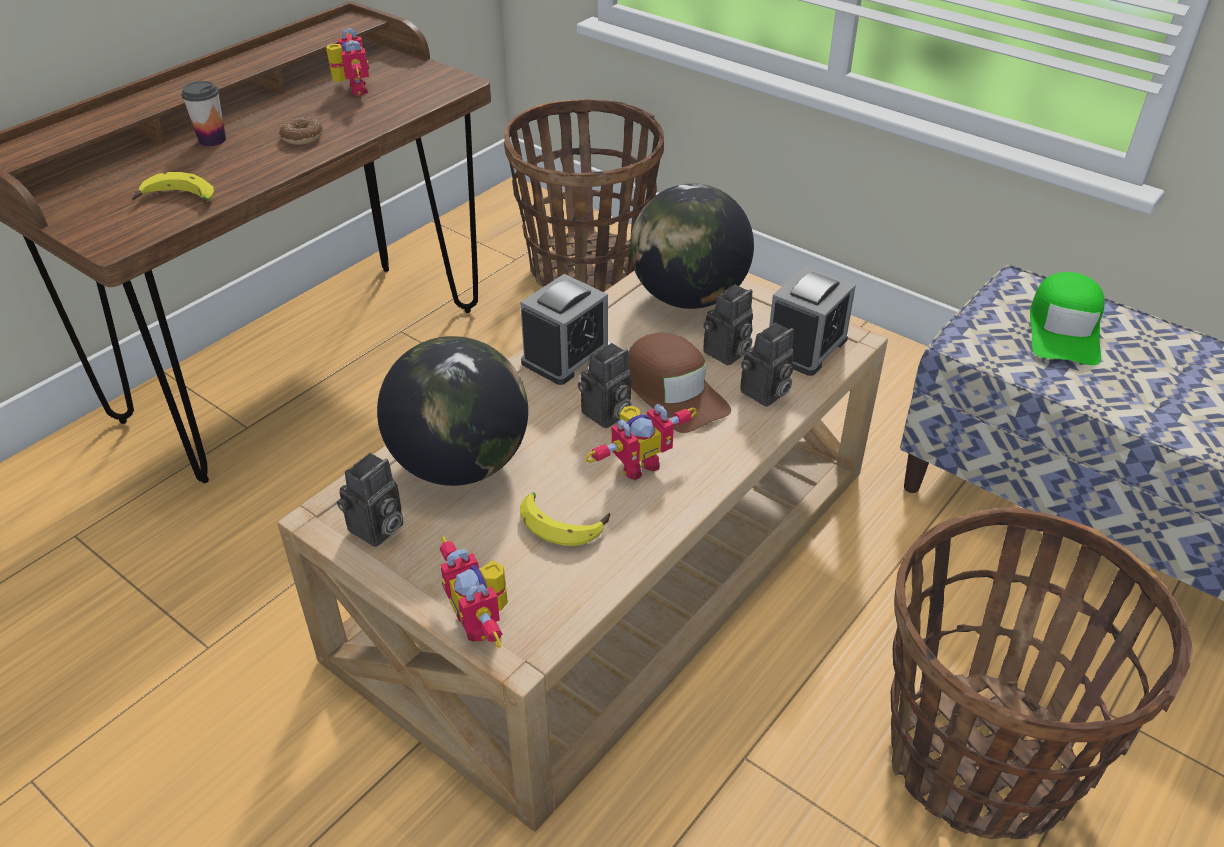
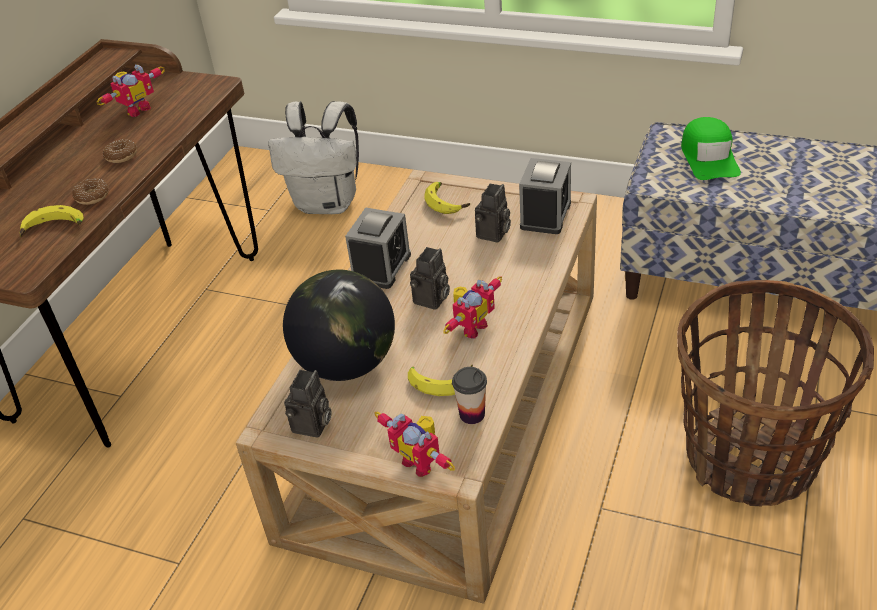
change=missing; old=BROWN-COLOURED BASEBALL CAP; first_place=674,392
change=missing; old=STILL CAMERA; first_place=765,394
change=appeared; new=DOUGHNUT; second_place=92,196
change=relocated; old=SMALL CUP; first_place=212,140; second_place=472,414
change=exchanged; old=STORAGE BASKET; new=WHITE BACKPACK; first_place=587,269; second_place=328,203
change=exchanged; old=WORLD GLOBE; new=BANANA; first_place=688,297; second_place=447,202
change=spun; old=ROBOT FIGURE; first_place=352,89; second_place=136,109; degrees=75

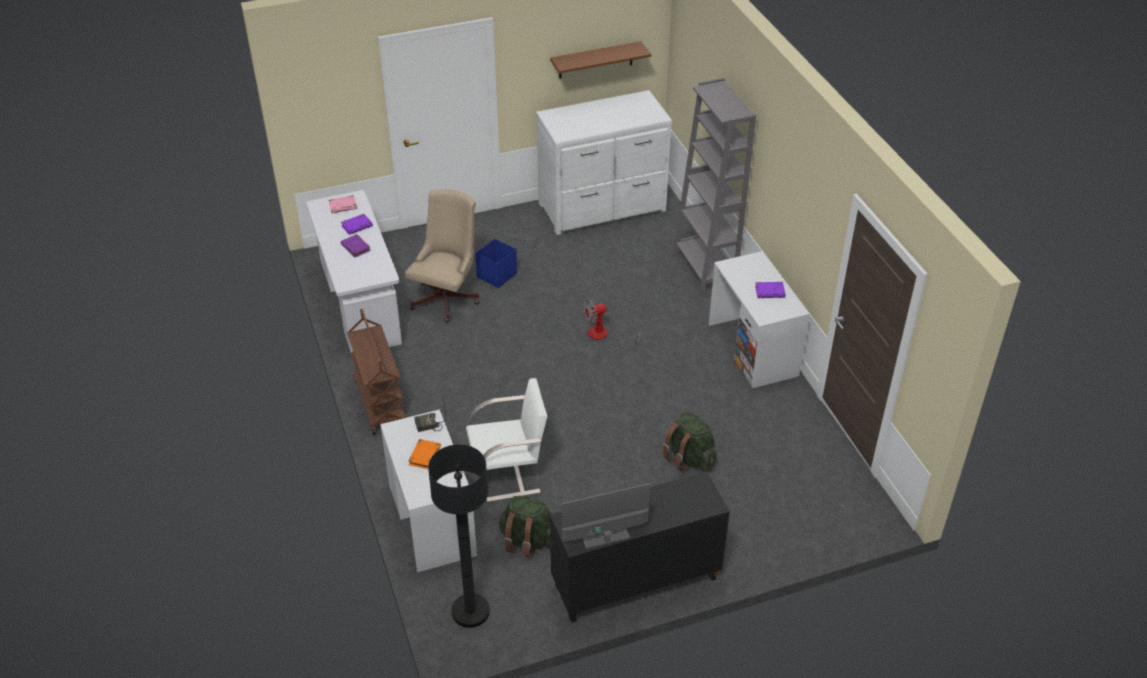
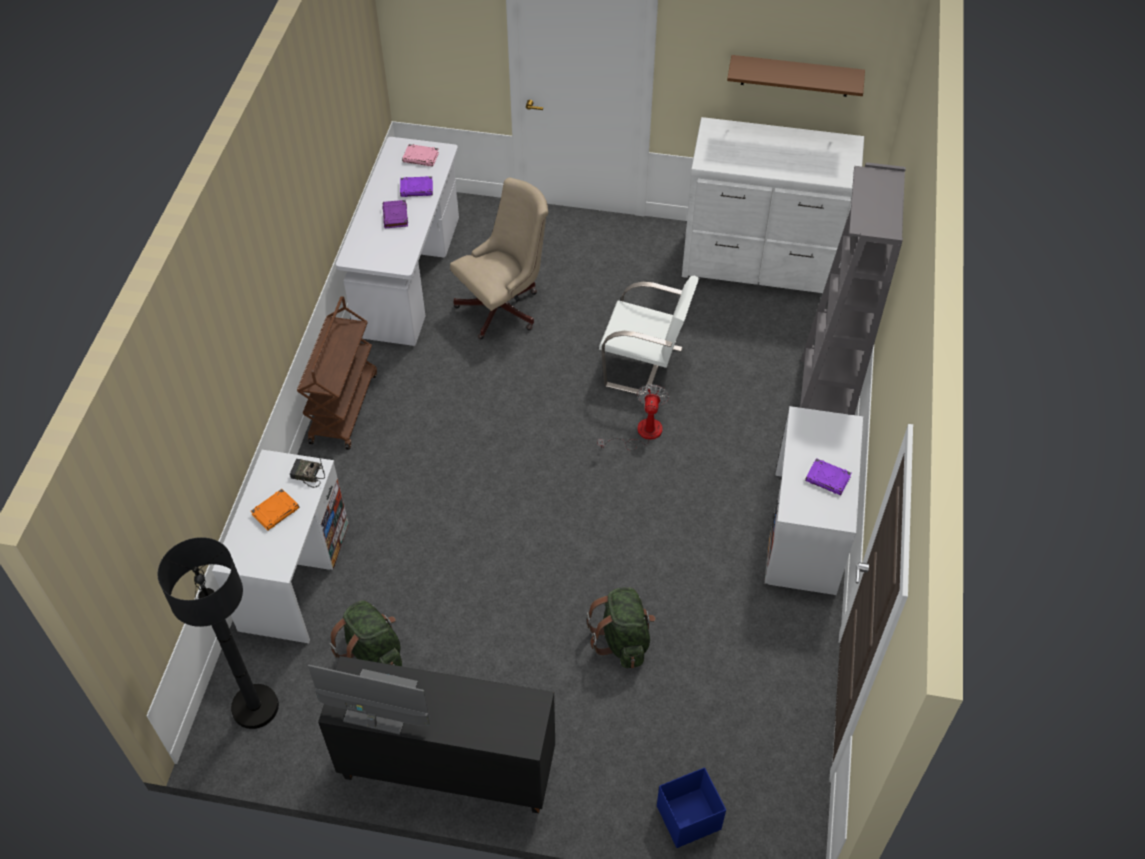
change=relocated; old=WHITE UPRIGHT CHAIR; first_place=508,473; second_place=645,367
change=relocated; old=BLUE-COLOURED STORAGE BIN; first_place=496,275; second_place=687,818
change=spun; old=FAN; first_place=604,336; second_place=641,433; degrees=90

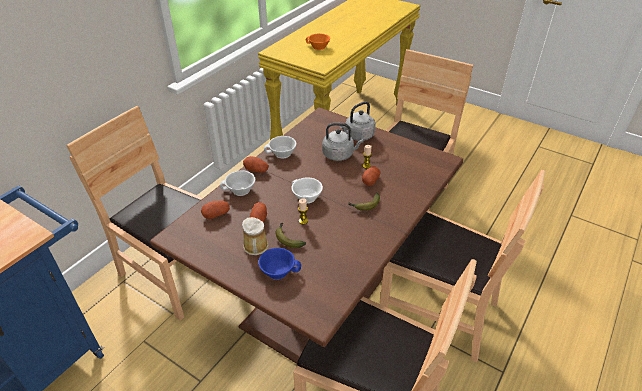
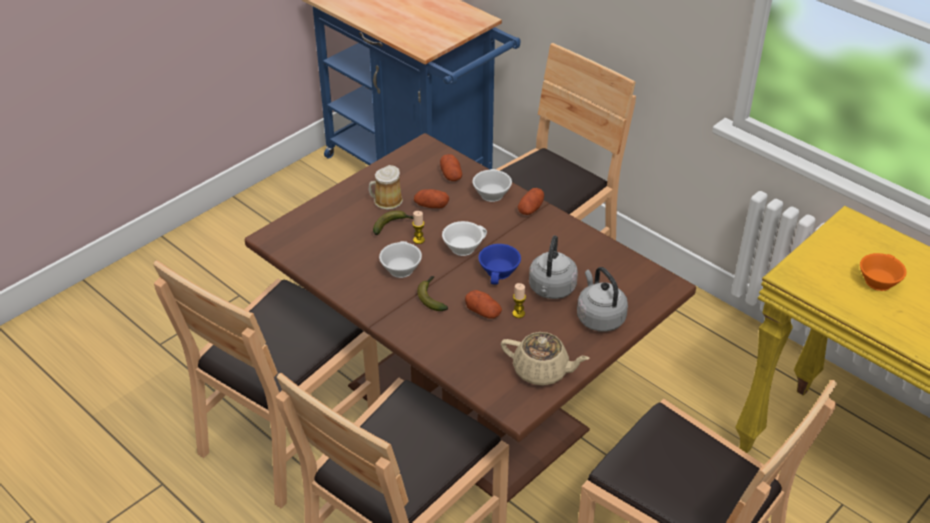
change=appeared; new=BEIGE POT FOR TEA; second_place=542,371
change=relocated; old=BLUE-COLOURED SMALL CUP; first_place=279,270; second_place=500,272
change=relocated; old=WHITE SMALL CUP; first_place=282,154; second_place=399,268

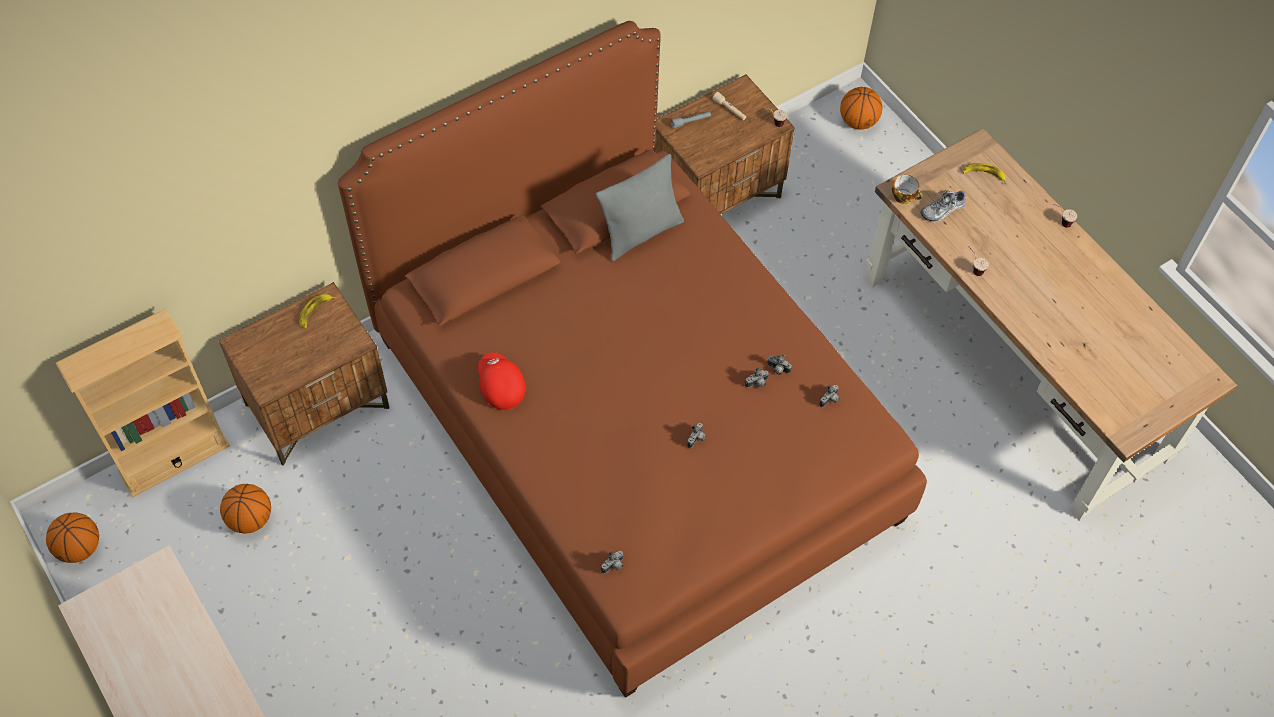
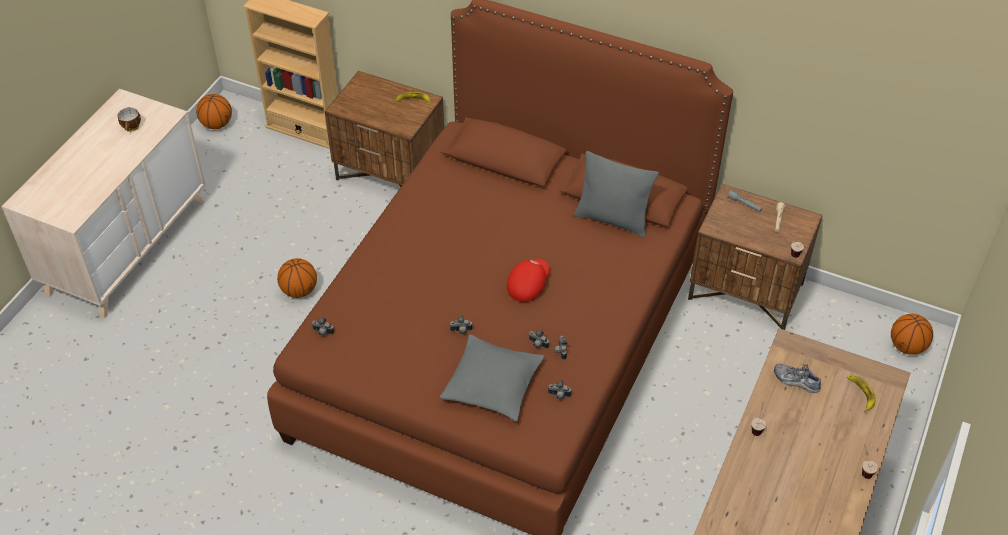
change=appeared; new=GREY CUSHION; second_place=492,384
change=relocated; old=BASKETBALL BALL; first_place=250,519; second_place=299,290
change=relocated; old=REDDISH BASEBALL CAP; first_place=500,386; second_place=528,285
change=relocated; old=SMALL CUP; first_place=904,197; second_place=132,127

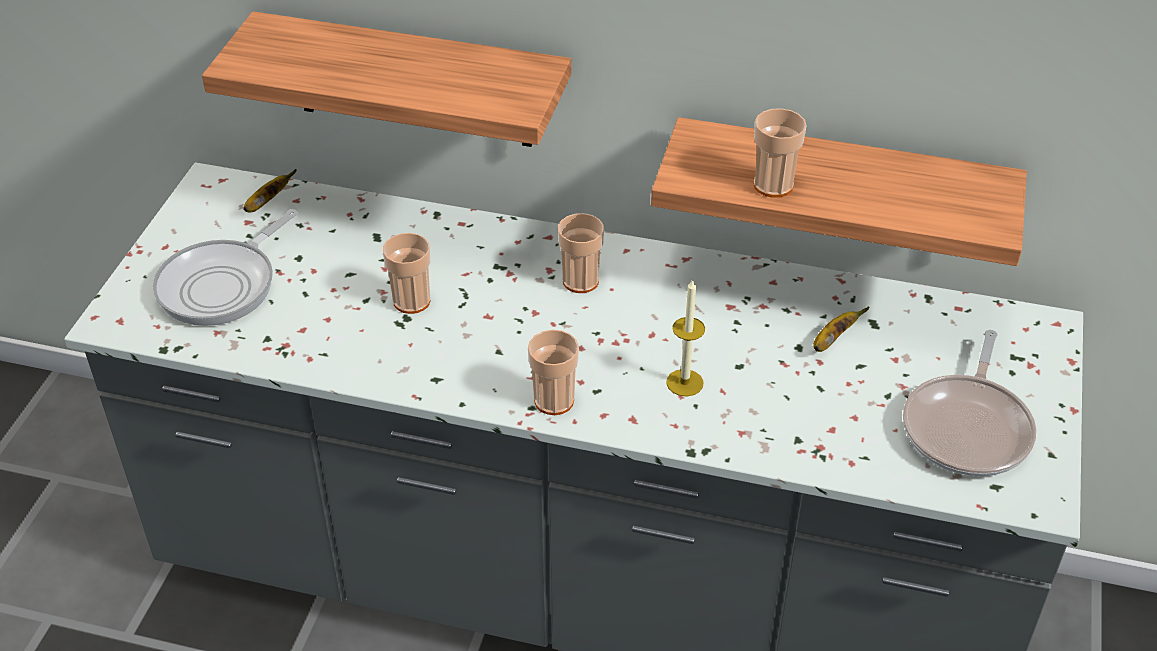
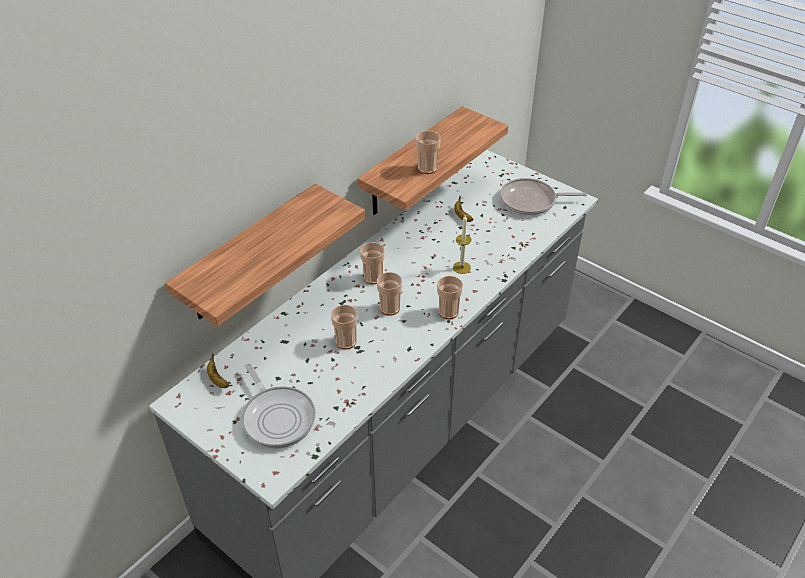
change=appeared; new=SMALL CUP; second_place=389,308
change=spun; old=FRYING PAN; first_place=968,427; second_place=531,201; degrees=135

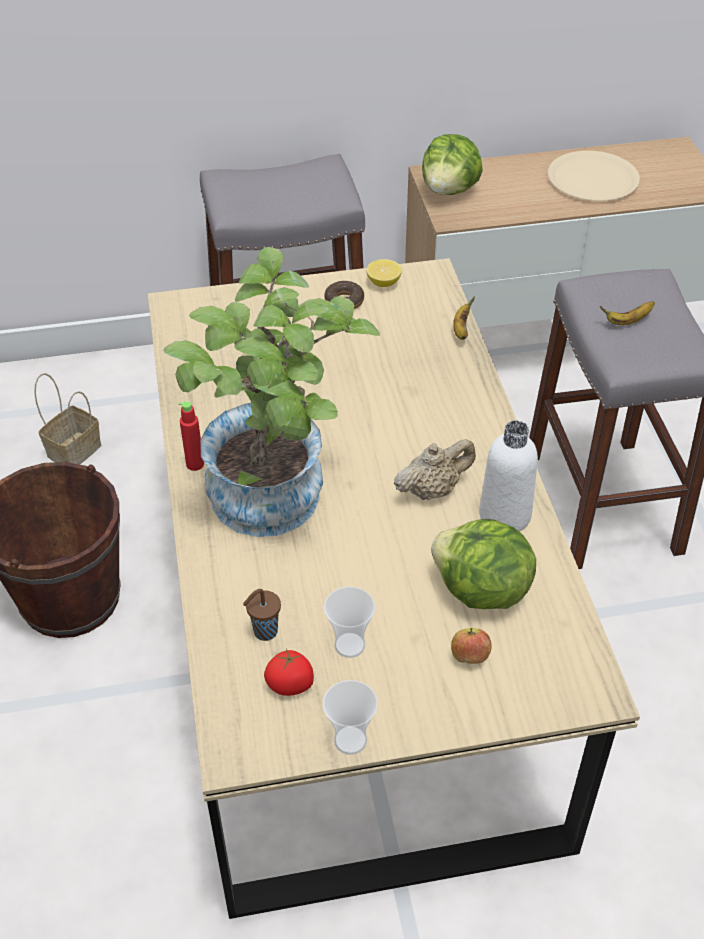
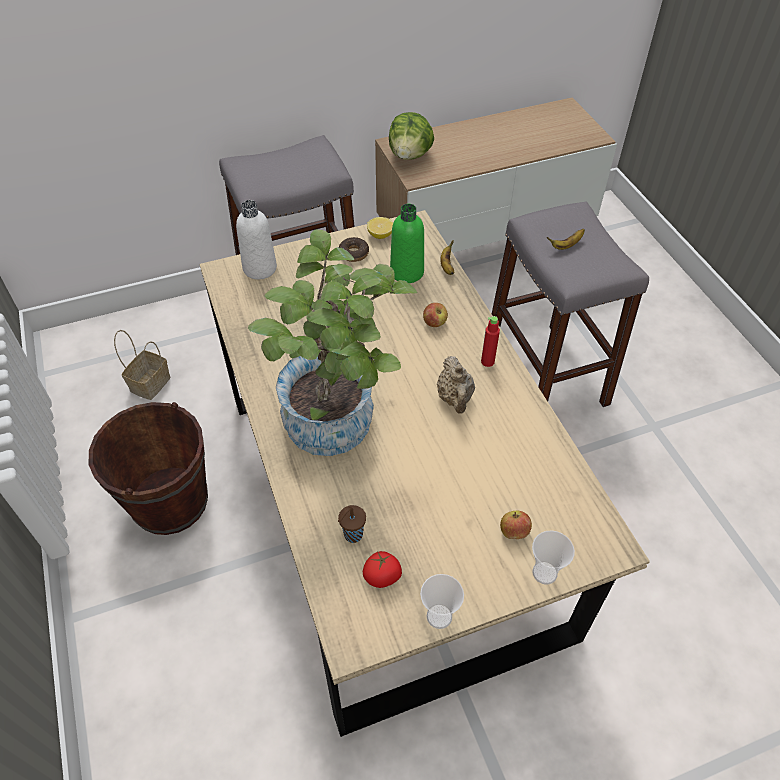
change=missing; old=LETTUCE HEAD; first_place=480,591
change=missing; old=BEIGE FLAT DISH; first_place=593,178
change=appeared; new=GREEN-COLOURED BEVERAGE BOTTLE; second_place=407,272
change=appeared; new=APPLE; second_place=434,323
change=relocated; old=REDDISH BEVERAGE BOTTLE; first_place=195,464; second_place=487,361
change=relocated; old=SMALL CUP; first_place=349,645; second_place=544,573
change=relocated; old=WHITE BEVERAGE BOTTLE; first_place=504,515; second_place=260,268
change=spun; old=BEIGE POT FOR TEA; first_place=433,490; second_place=455,398; degrees=120

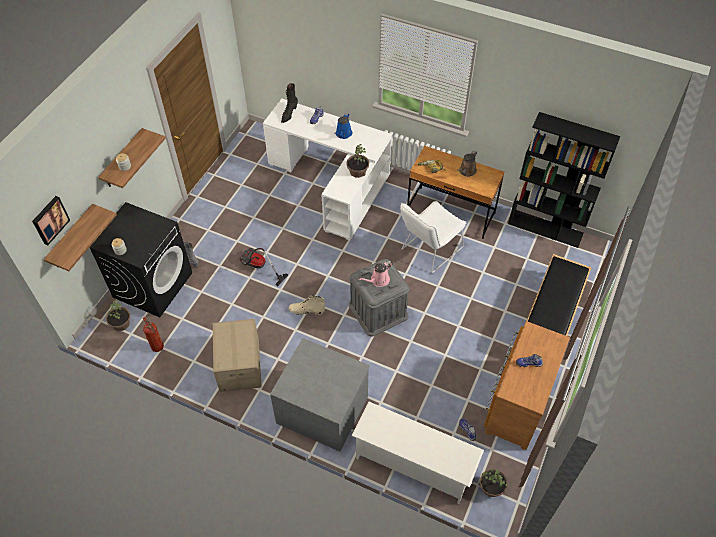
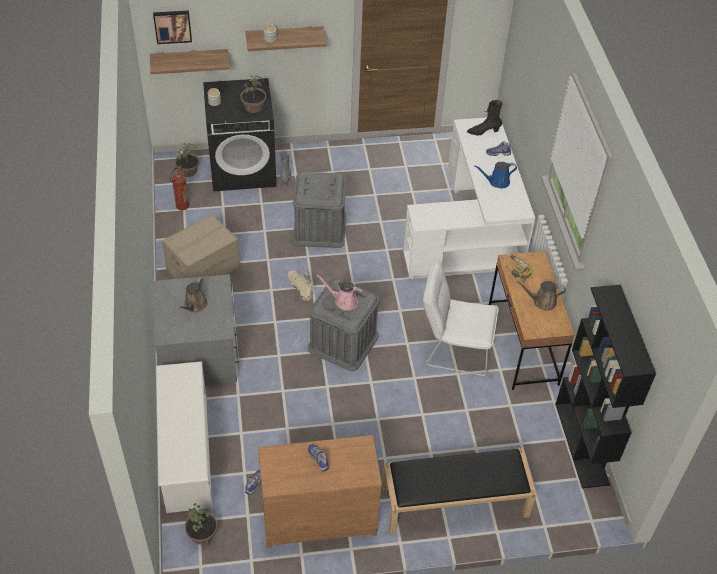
change=appeared; new=BROWN-COLOURED WATERING CAN; second_place=194,305
change=relocated; old=HOUSEPLANT; first_place=357,171; second_place=253,107
change=exchanged; old=VACUUM CLEANER; new=GREY STORAGE BIN; first_place=258,268; second_place=319,228

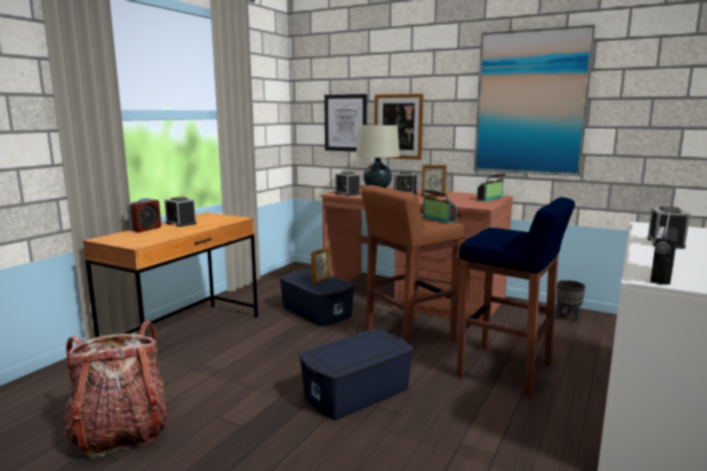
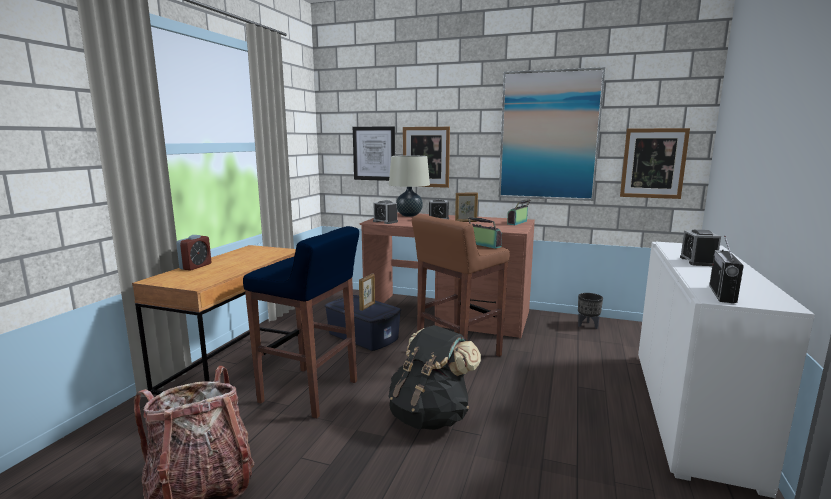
change=missing; old=BEDSIDE CLOCK; first_place=181,223
change=appeared; new=PICTURE; second_place=653,163
change=relocated; old=BLUE-COLOURED STOOL SEAT; first_place=506,371; second_place=310,392
change=exchanged; old=BLUE-COLOURED STORAGE BIN; new=BLACK BACKPACK; first_place=357,392; second_place=430,416

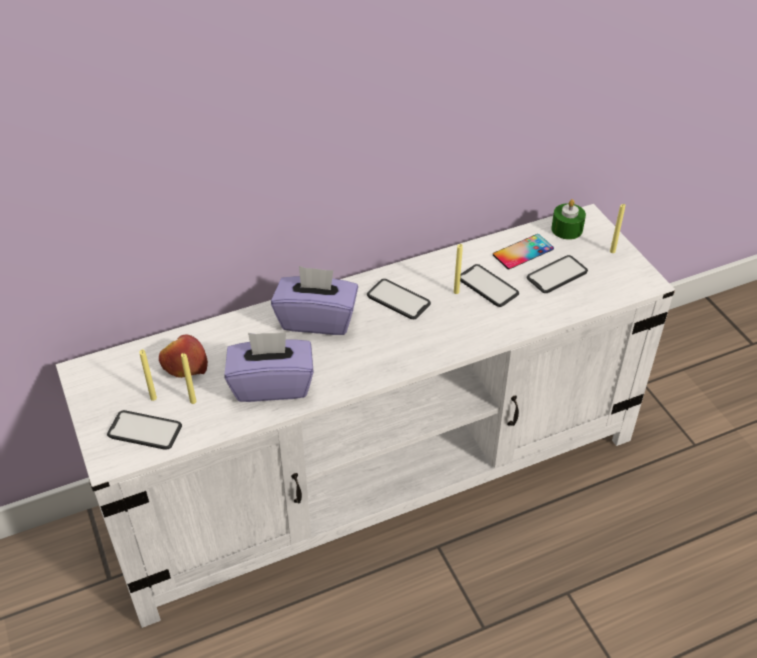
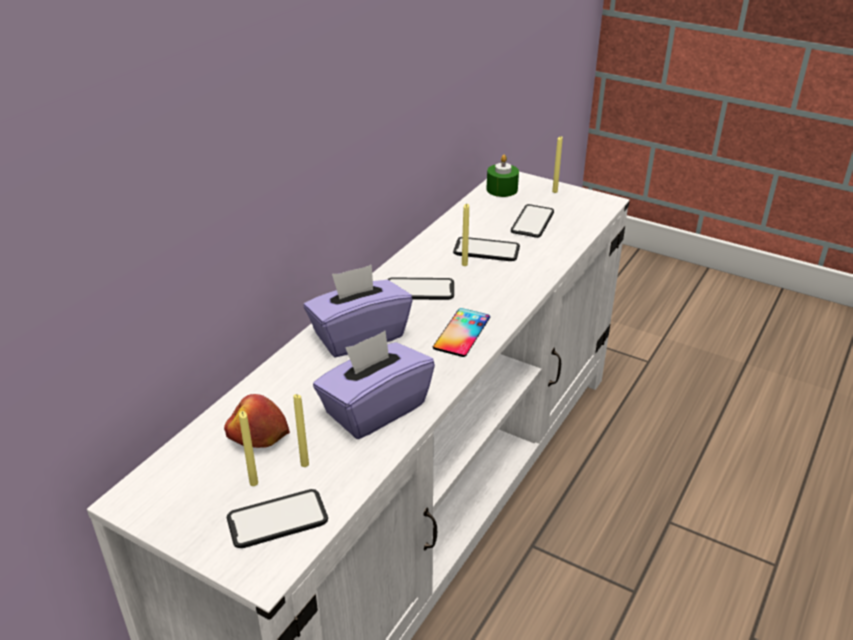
change=relocated; old=HANDSET; first_place=523,252; second_place=462,332

